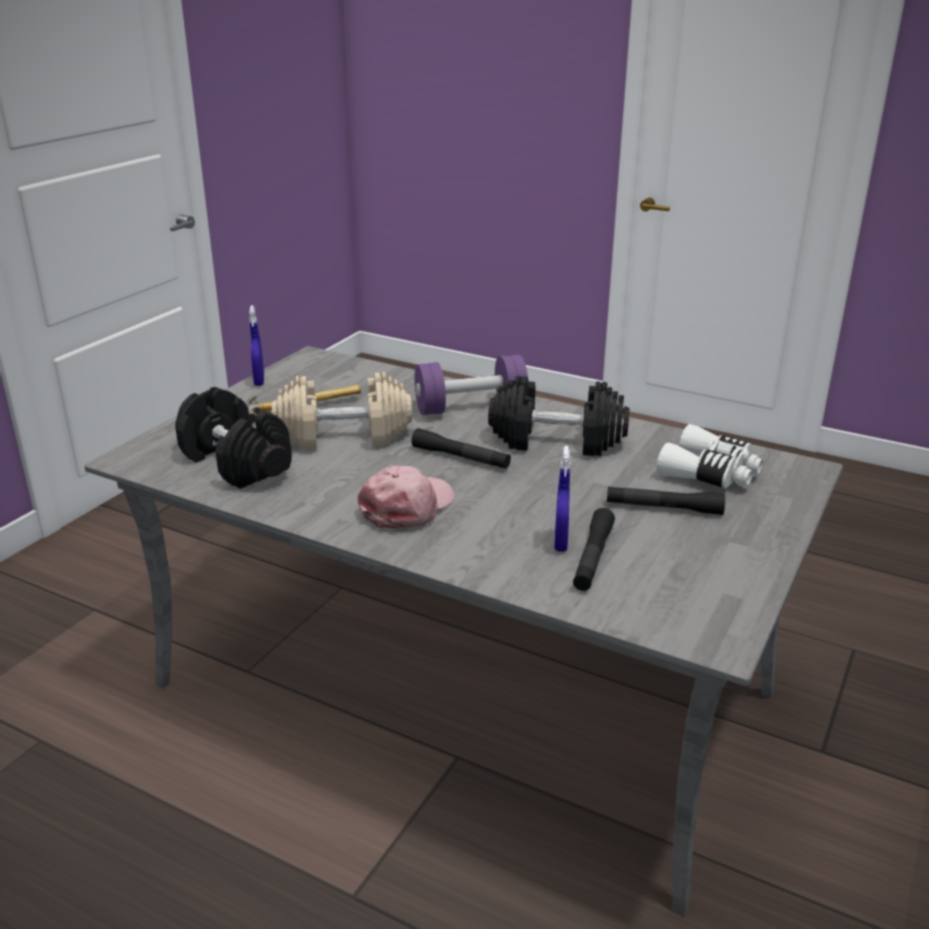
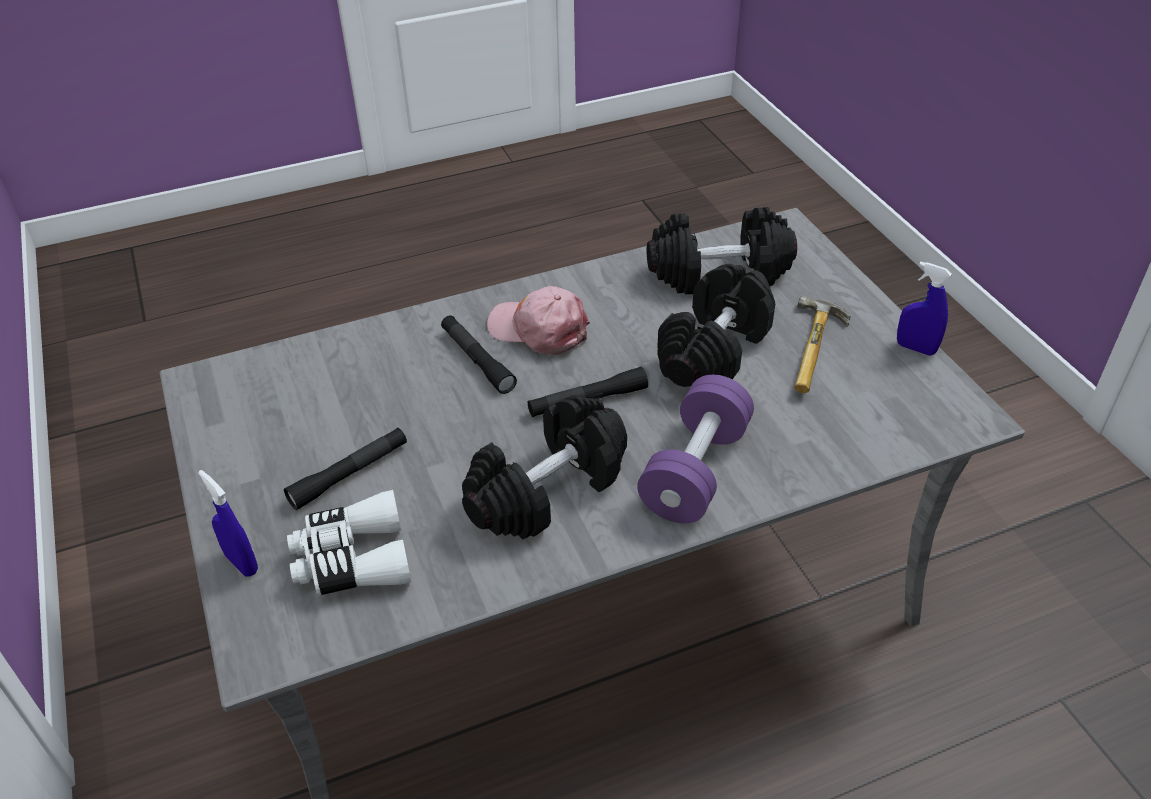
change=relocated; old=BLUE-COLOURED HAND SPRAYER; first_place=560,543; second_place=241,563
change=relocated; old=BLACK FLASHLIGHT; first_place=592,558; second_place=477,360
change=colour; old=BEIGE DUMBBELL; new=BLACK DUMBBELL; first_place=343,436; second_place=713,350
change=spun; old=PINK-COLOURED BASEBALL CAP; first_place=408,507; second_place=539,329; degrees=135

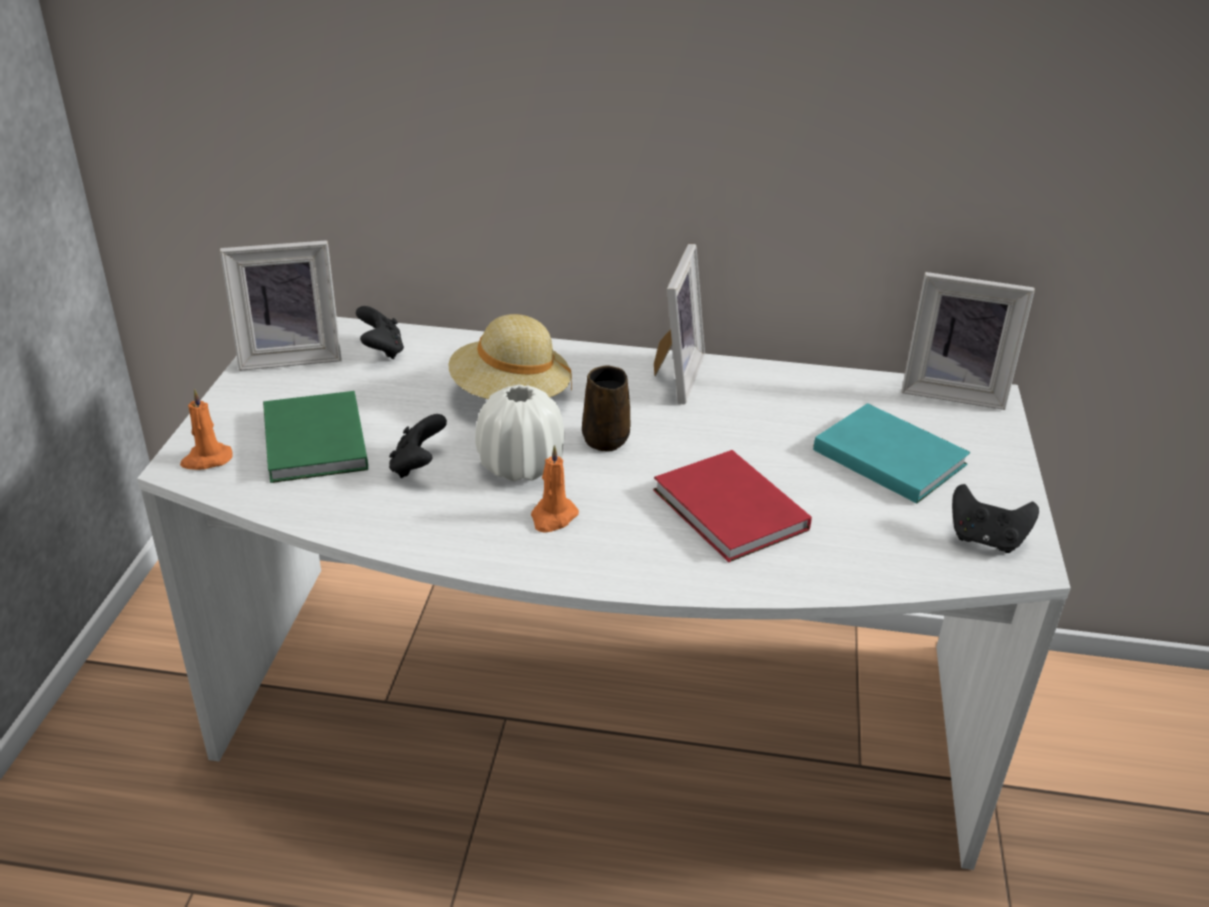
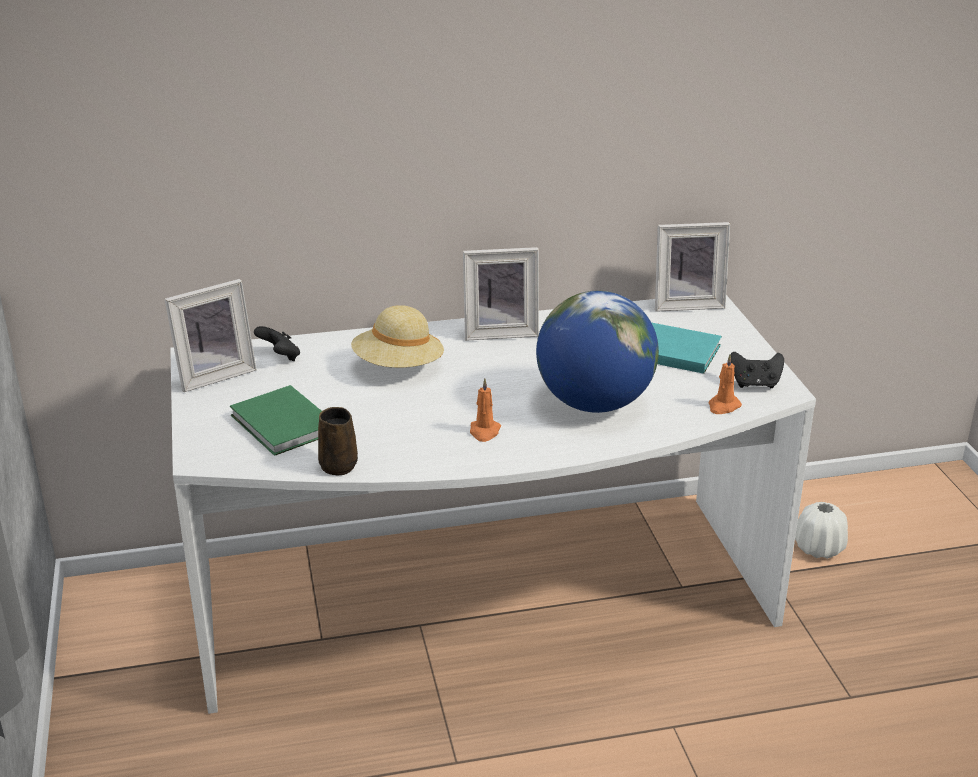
change=missing; old=BLACK GAME CONTROLLER; first_place=418,466
change=relocated; old=ORANGE-COLOURED WAX CANDLE; first_place=206,459; second_place=723,406
change=relocated; old=WHITE FLOWER VASE; first_place=520,465; second_place=818,548
change=relocated; old=BROWN-COLOURED TEA MUG; first_place=606,438; second_place=338,465
change=exchanged; old=REDDISH BOOK; new=WORLD GLOBE; first_place=730,512; second_place=594,404
change=spun; old=PICTURE FRAME; first_place=672,376; second_place=500,331; degrees=90

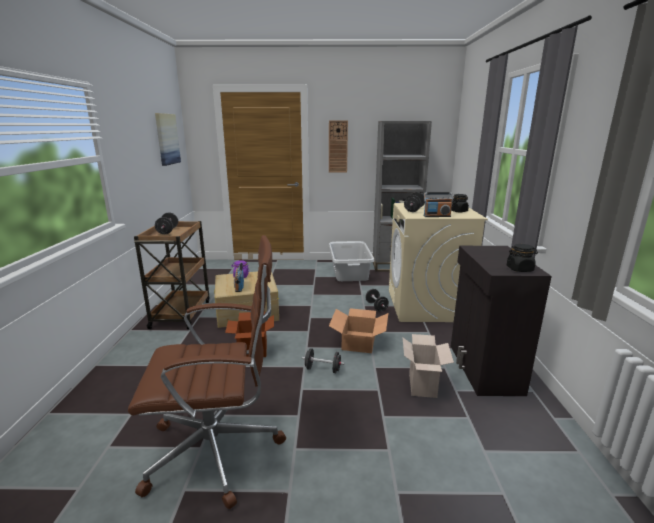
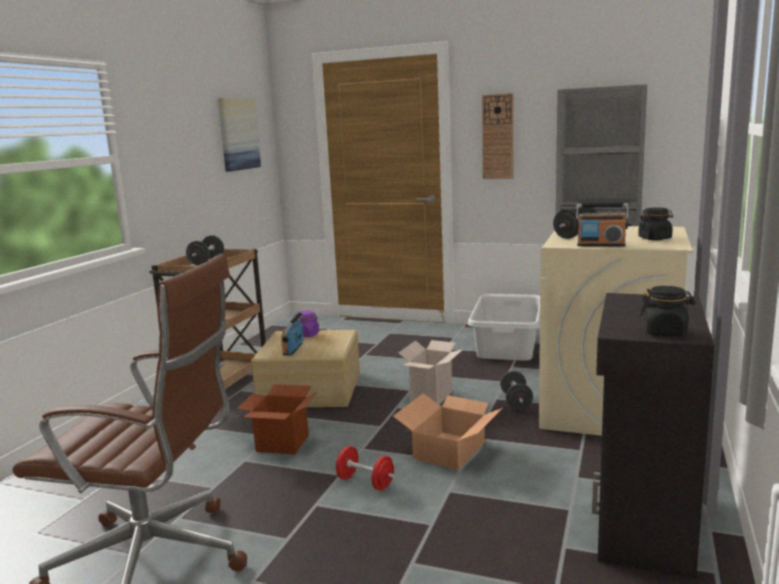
change=relocated; old=CARDBOARD BOX; first_place=423,386; second_place=432,398
change=colour; old=BLACK DUMBBELL; new=REDDISH DUMBBELL; first_place=322,369; second_place=365,482

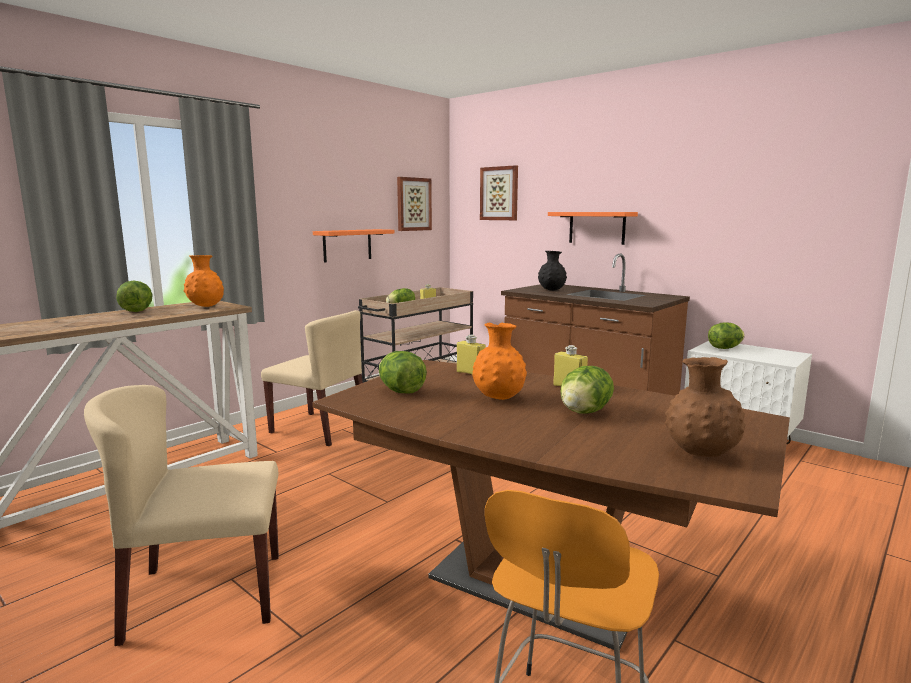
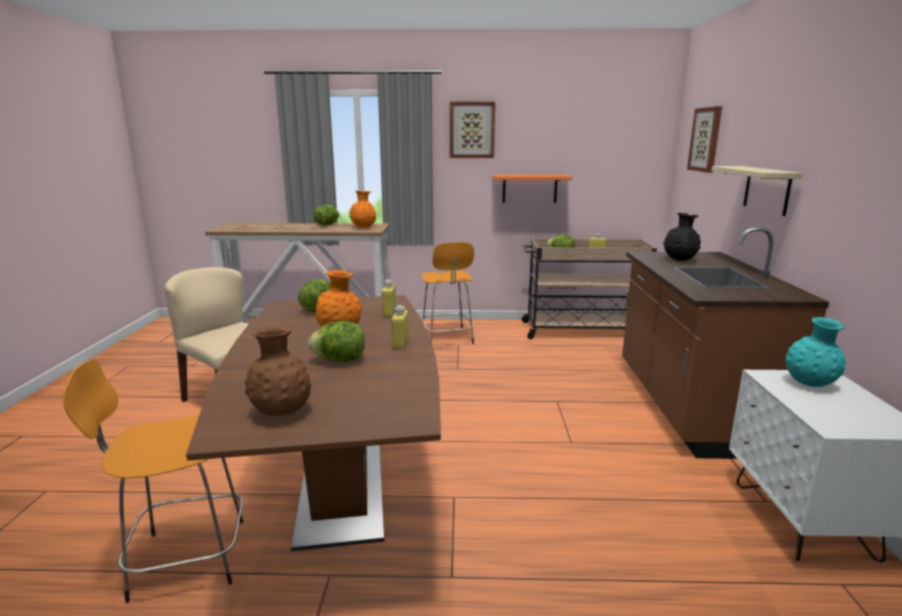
change=relocated; old=PICTURE; first_place=413,204; second_place=472,130
change=exchanged; old=BEIGE UPRIGHT CHAIR; new=ORANGE-COLOURED STOOL SEAT; first_place=320,428; second_place=447,338
change=exchanged; old=LETTUCE HEAD; new=BLUE-GREEN FLOWER VASE; first_place=725,348; second_place=809,384
change=colour; old=ORANGE-COLOURED WALL SHELF; new=BEIGE WALL SHELF; first_place=597,227; second_place=767,190

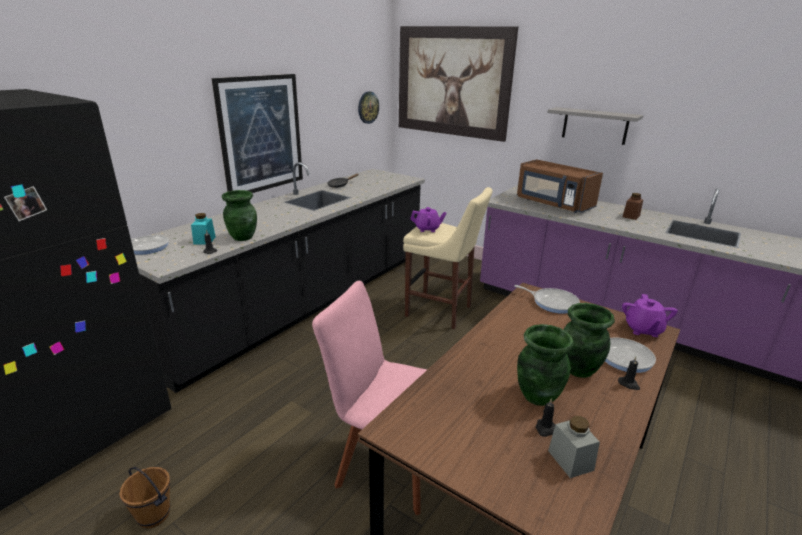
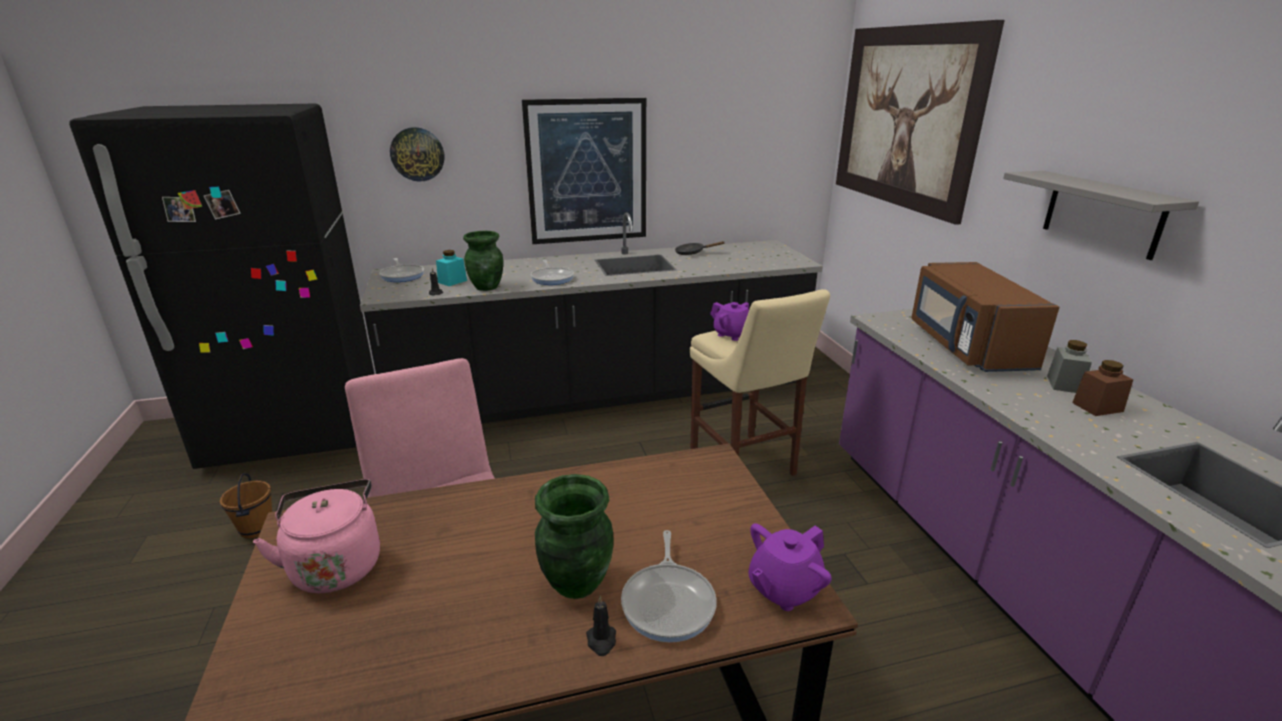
change=missing; old=GREEN-COLOURED FLOWER VASE; first_place=537,395
change=missing; old=BLACK WAX CANDLE; first_place=545,429
change=appeared; new=PINK-COLOURED TEA KETTLE; second_place=336,564
change=relocated; old=CLOCK ON THE WALL; first_place=368,107; second_place=417,154
change=relocated; old=FRYING PAN; first_place=552,302; second_place=552,278
change=relocated; old=GREY PRESERVE JAR; first_place=570,460; second_place=1064,384

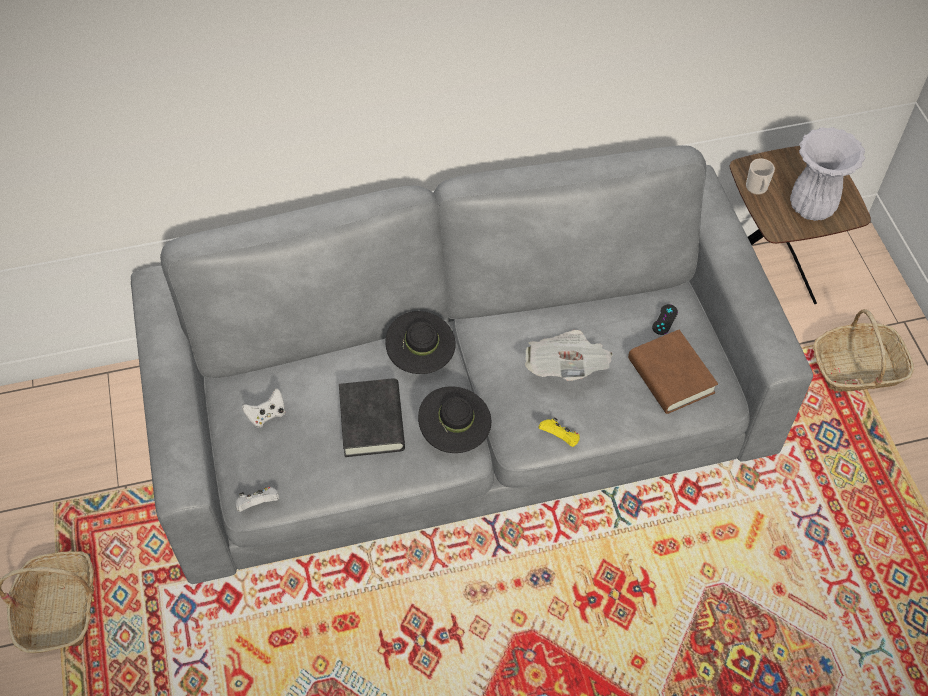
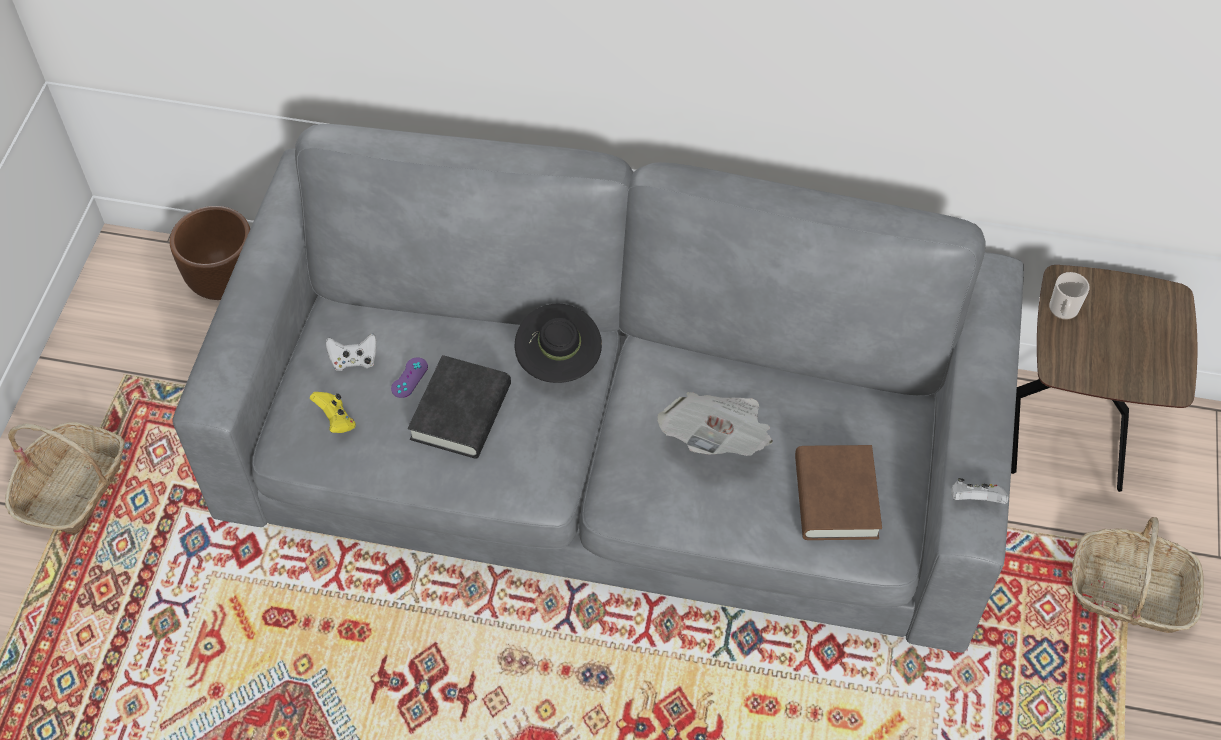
change=missing; old=BLACK CLOTHING HAT; first_place=455,434
change=missing; old=BLACK GAME CONTROLLER; first_place=664,319
change=missing; old=WHITE FLOWER VASE; first_place=811,206
change=appeared; new=BROWN-COLOURED FLOWER POT; second_place=226,282
change=appeared; new=PURPLE-COLOURED GAME CONTROLLER; second_place=409,378
change=relocated; old=WHITE GAME CONTROLLER; first_place=258,504; second_place=975,500
change=relocated; old=YELLOW-COLOURED GAME CONTROLLER; first_place=560,438; second_place=336,420

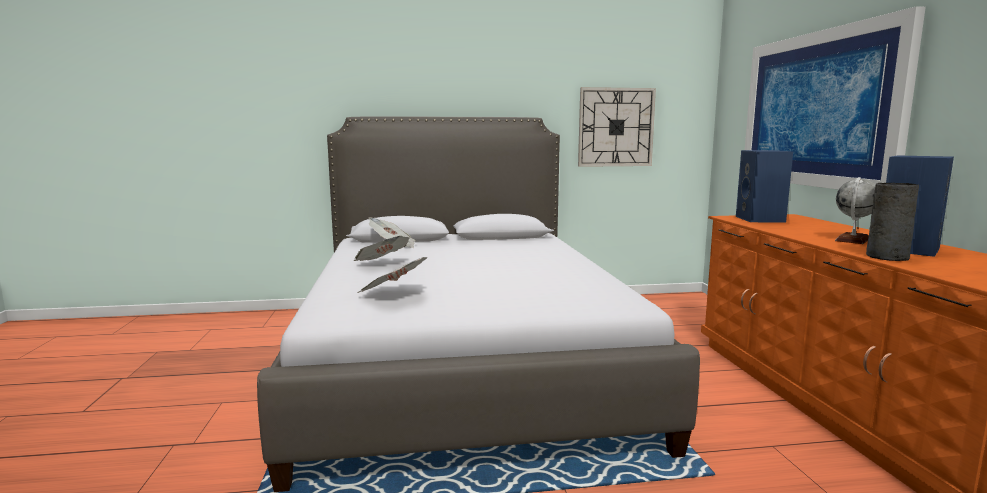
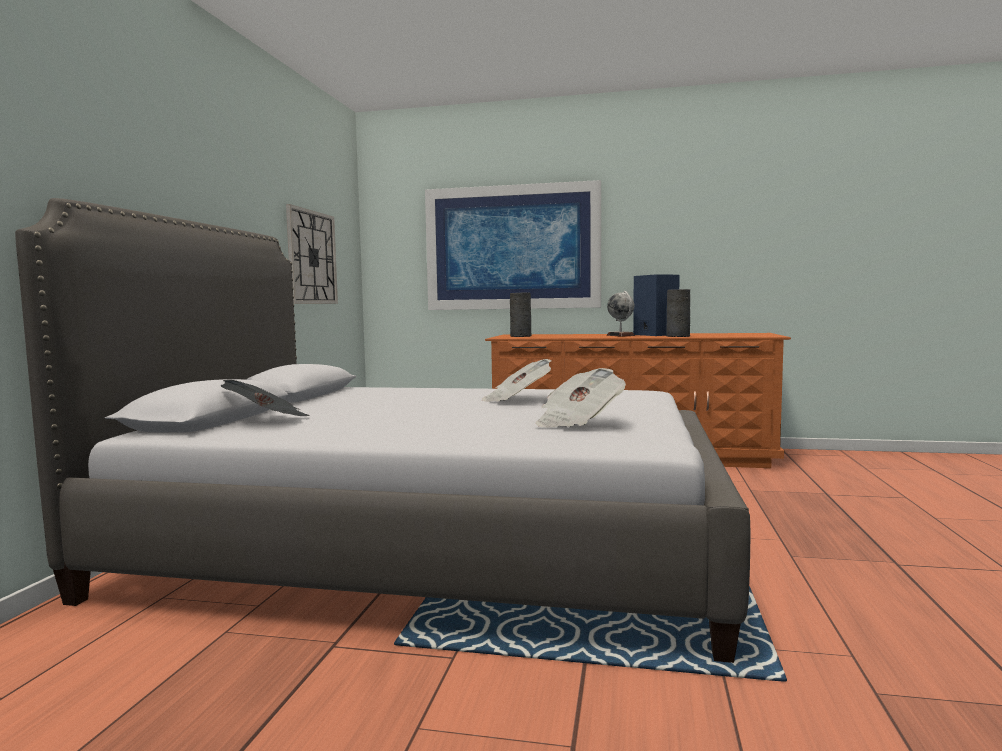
change=relocated; old=NEWSPAPER; first_place=382,264; second_place=517,399
change=exchanged; old=BLUE-COLOURED LOUDSPEAKER; new=GREY FLOWER VASE; first_place=761,219; second_place=521,336

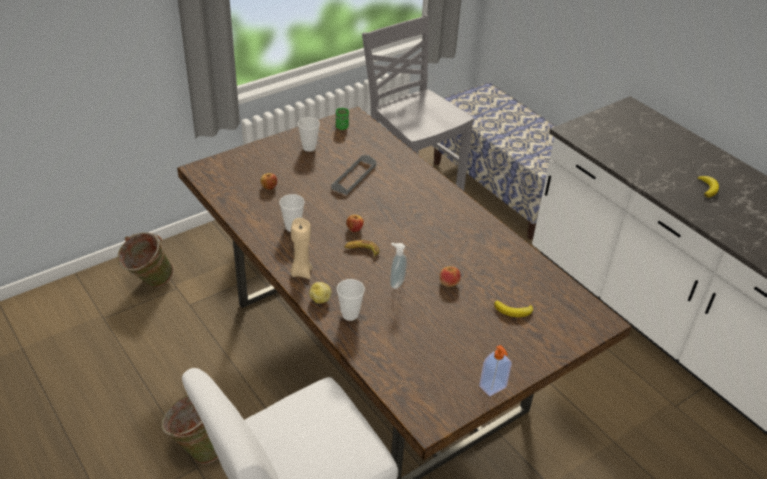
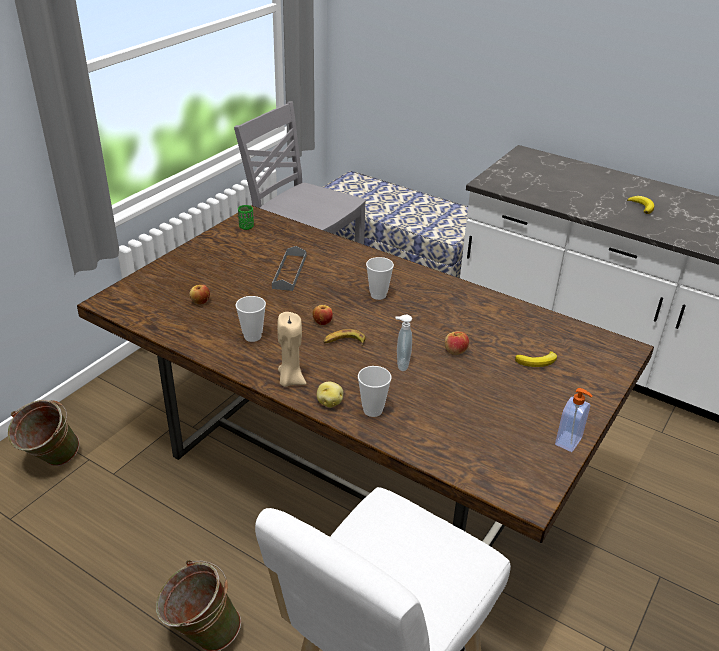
change=relocated; old=SMALL CUP; first_place=309,148; second_place=378,295

